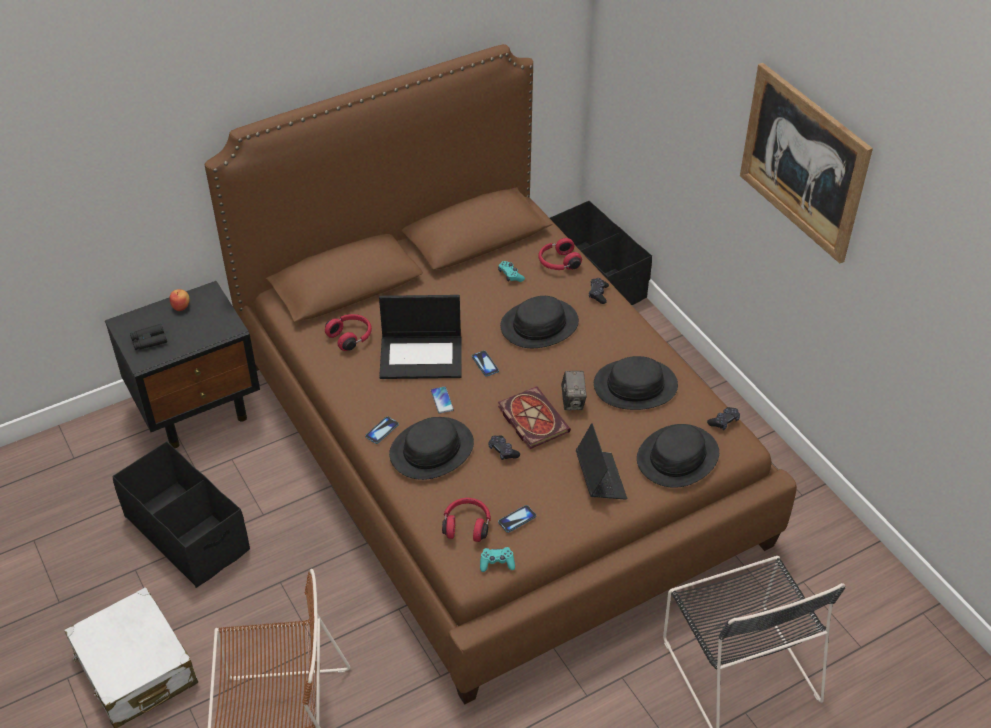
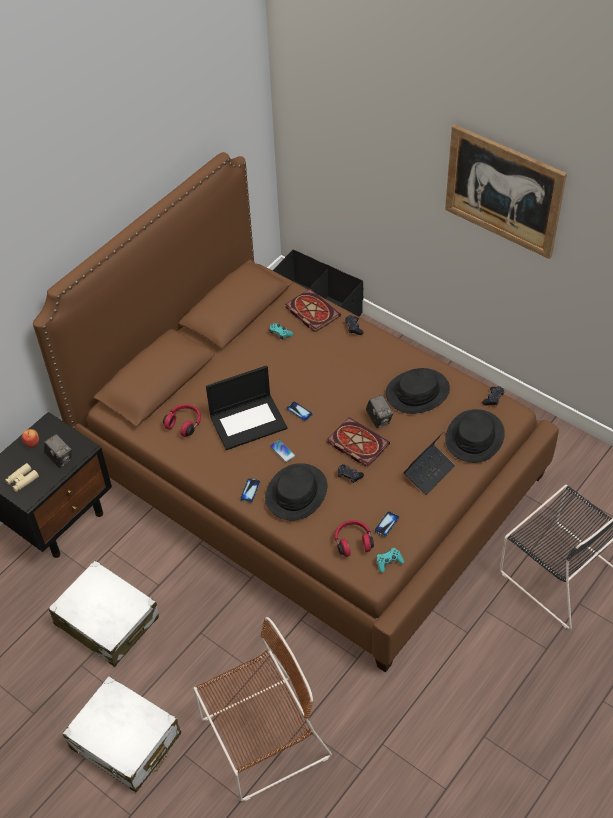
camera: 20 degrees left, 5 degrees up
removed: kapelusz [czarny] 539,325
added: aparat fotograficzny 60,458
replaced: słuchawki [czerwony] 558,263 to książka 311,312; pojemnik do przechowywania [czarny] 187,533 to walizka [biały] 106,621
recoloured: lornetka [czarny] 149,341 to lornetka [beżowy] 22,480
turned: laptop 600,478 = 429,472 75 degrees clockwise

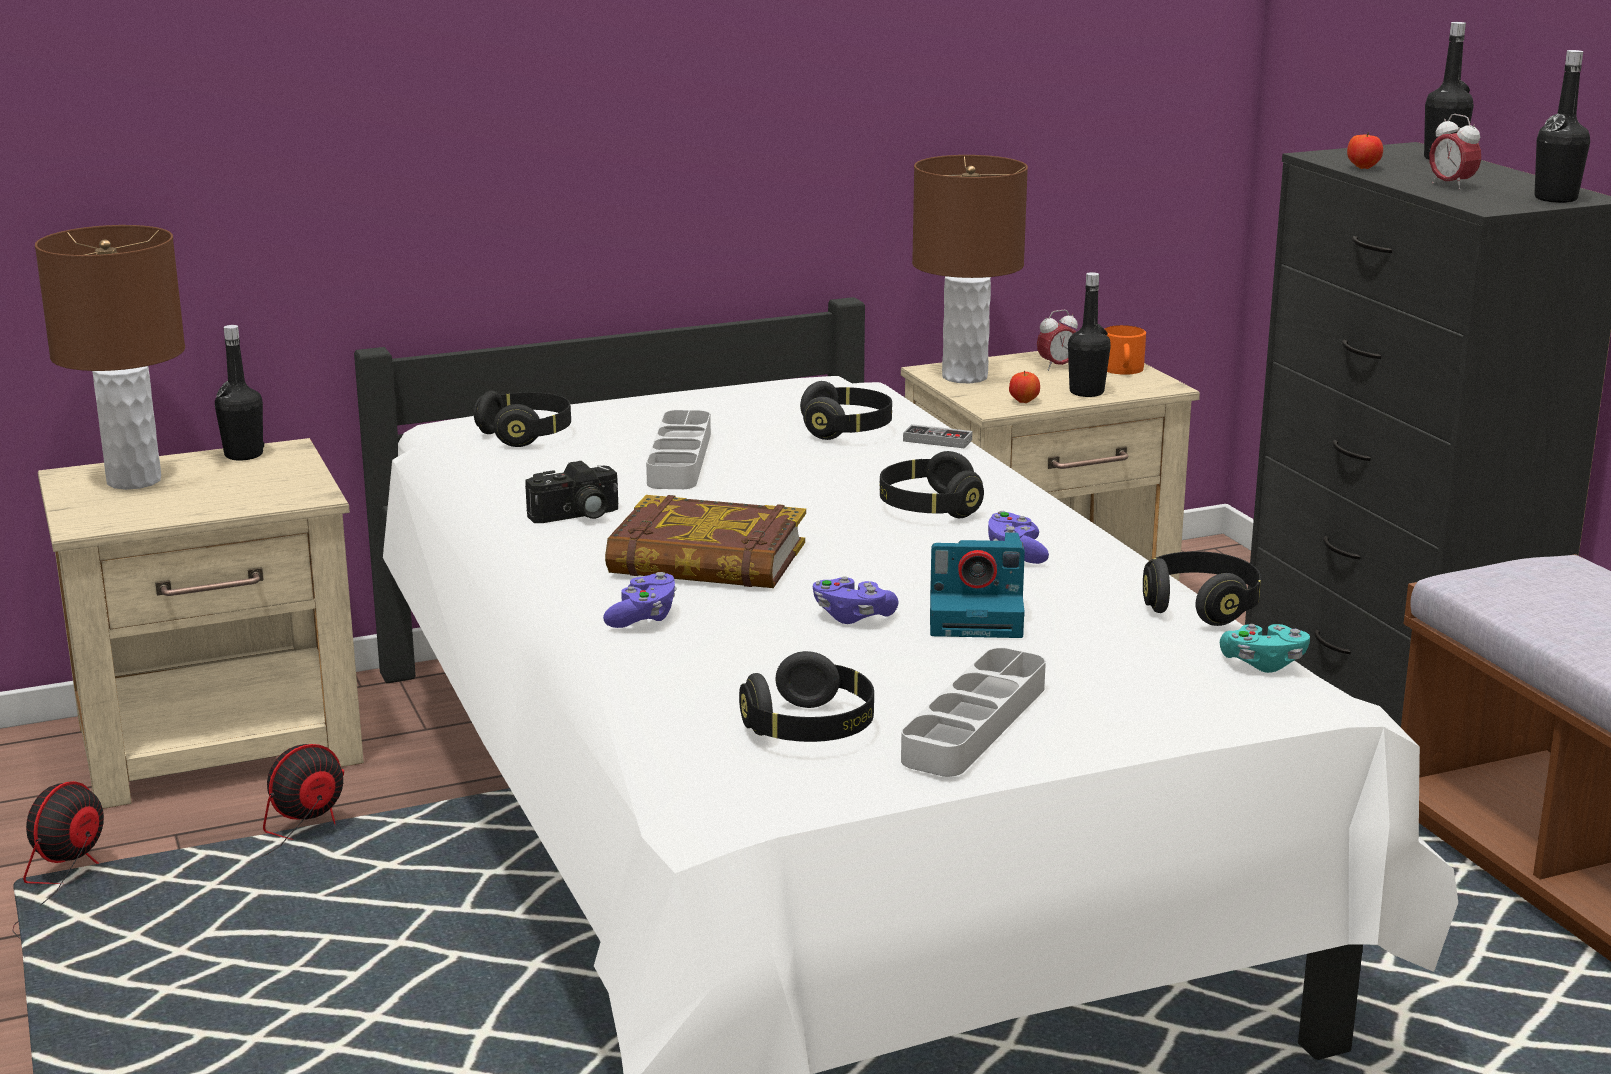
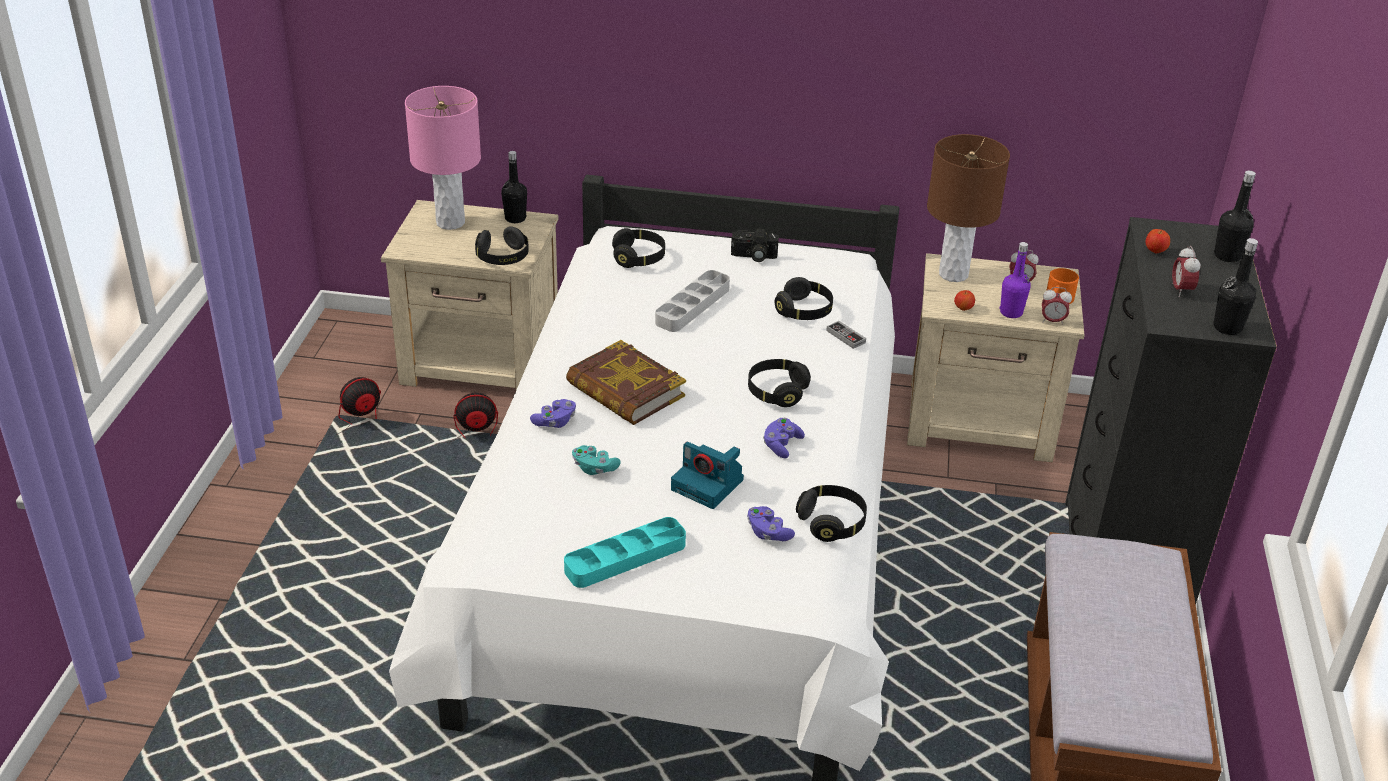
camera: 30 degrees right, 15 degrees up
added: budzik 1052,321
moved: aparat fotograficzny 576,516 to 753,256; pad do gier [fioletowy] 852,616 to 768,533; pad do gier [turkusowy] 1263,664 to 594,468; słuchawki [czarny] 810,729 to 502,257
recoloured: lampa stołowa [brązowy] 134,480 to lampa stołowa [różowy] 451,222; butelka [czarny] 1086,392 to butelka [fioletowy] 1011,312; taca [szary] 975,723 to taca [turkusowy] 625,557

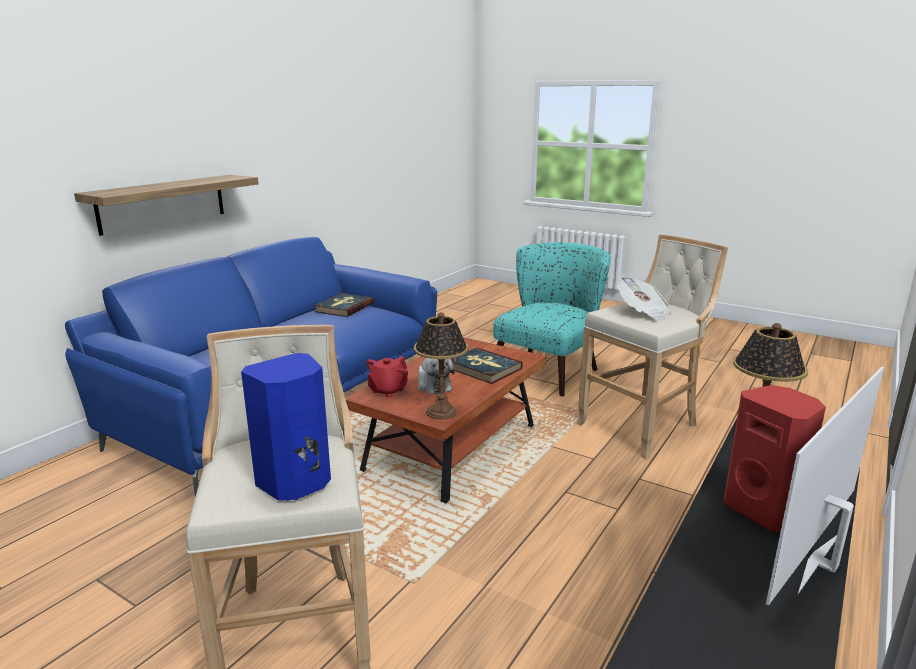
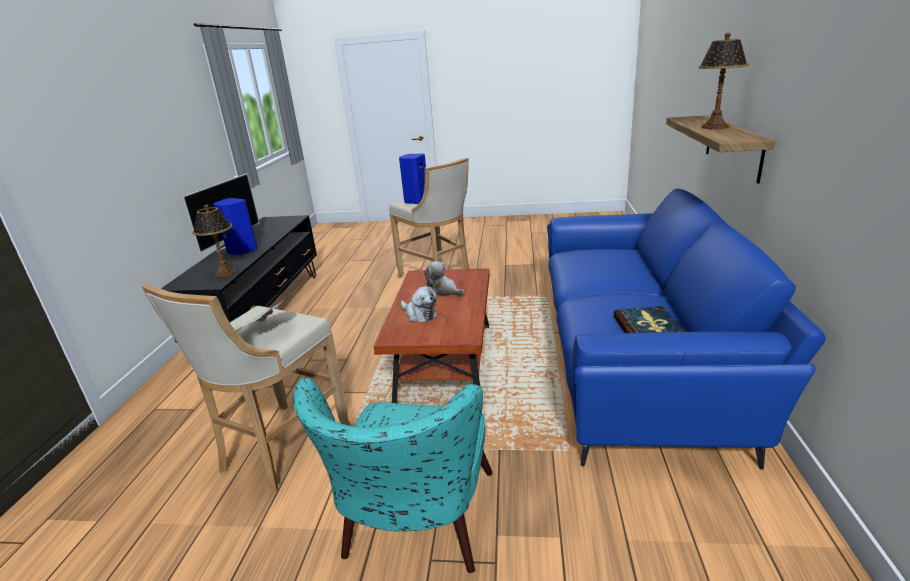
camera: 155 degrees right, 5 degrees up
removed: imbryk [czerwony] 387,390
moved: lampa stołowa 442,412 to 714,127
replaced: książka 484,368 to pluszak 419,314
recoloured: głośnik [czerwony] 764,511 to głośnik [niebieski] 241,251

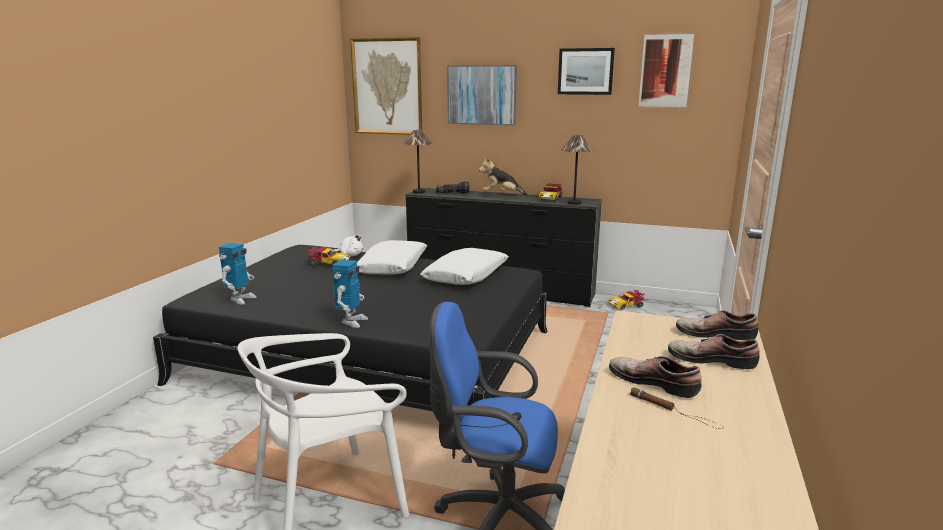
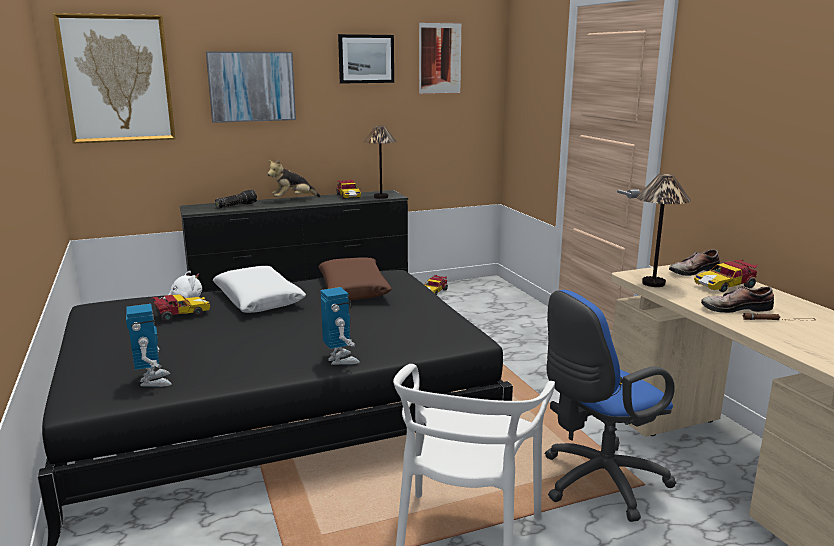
camera: 40 degrees left, 0 degrees up
moved: lampa stołowa 419,192 to 654,283
replaced: but 711,359 to samochodzik 725,286
recoloured: poduszka [biały] 466,276 to poduszka [brązowy] 353,289

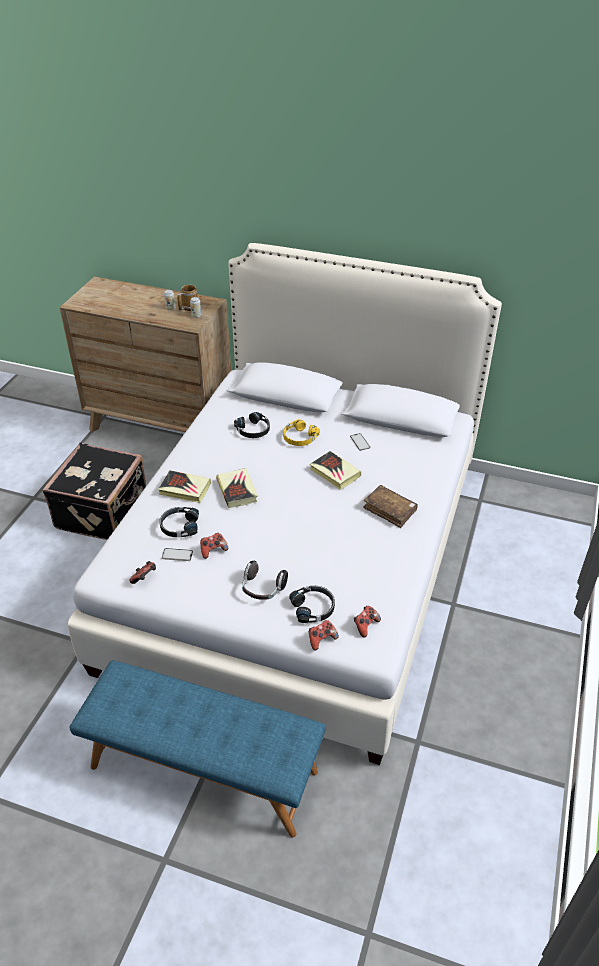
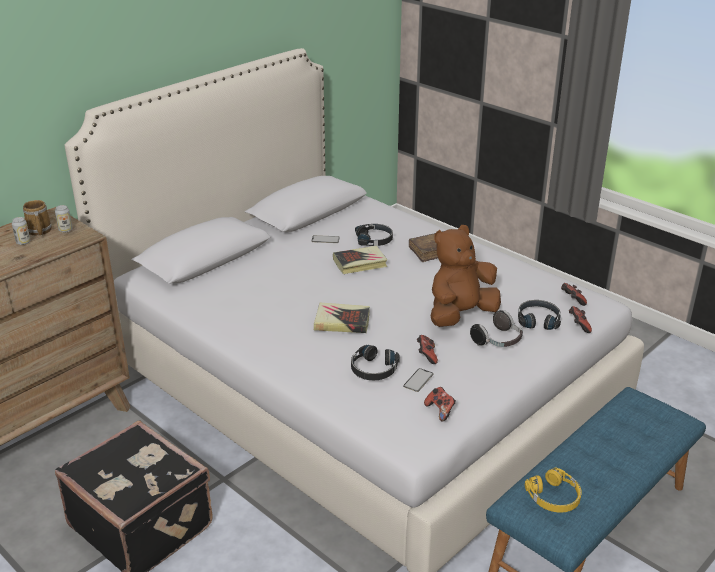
camera: 65 degrees left, 10 degrees down
removed: książka 185,489
added: pluszak [brązowy] 460,315
moved: słuchawki [czarny] 253,430 to 374,240; słuchawki [żółty] 299,438 to 554,497

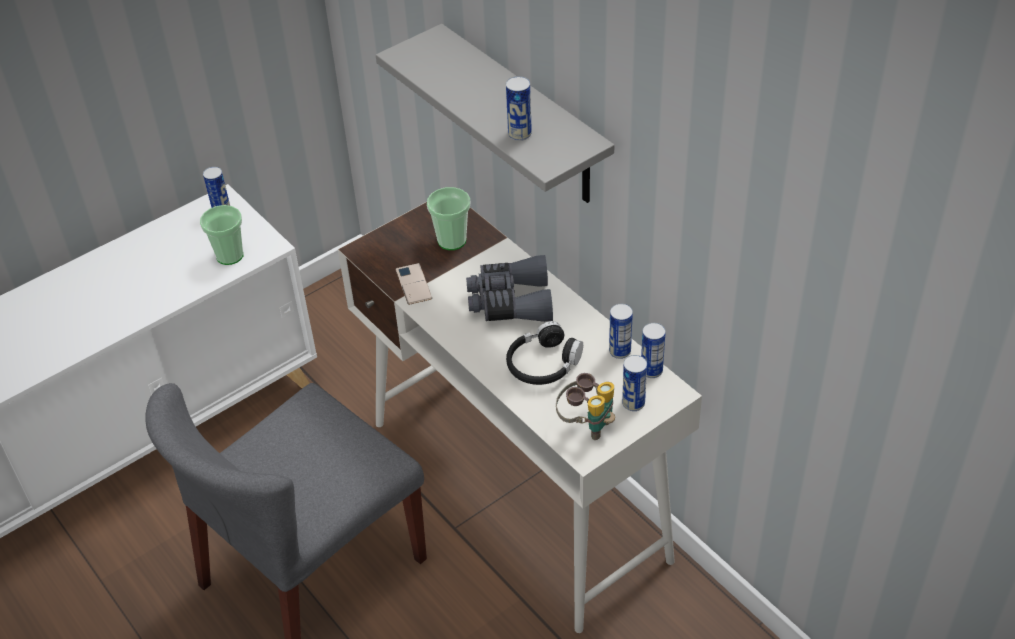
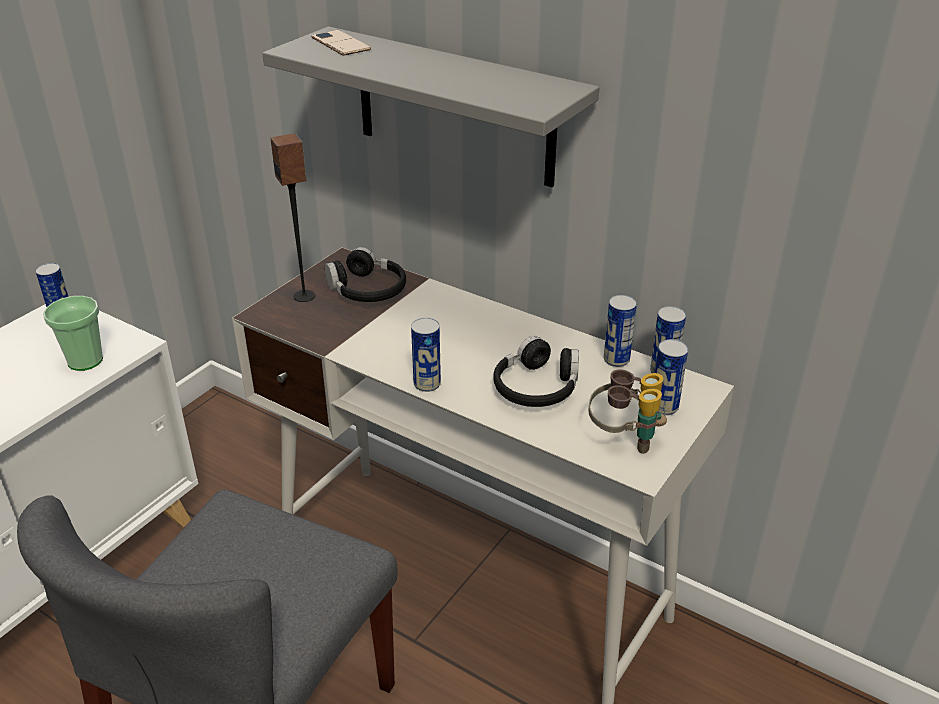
camera: 20 degrees left, 10 degrees down
removed: lornetka [szary] 510,301
added: głośnik 305,296
moved: puszka 519,134 to 427,384; telefon 413,284 to 340,43
replaced: filiżanka 452,240 to słuchawki [czarny] 367,289

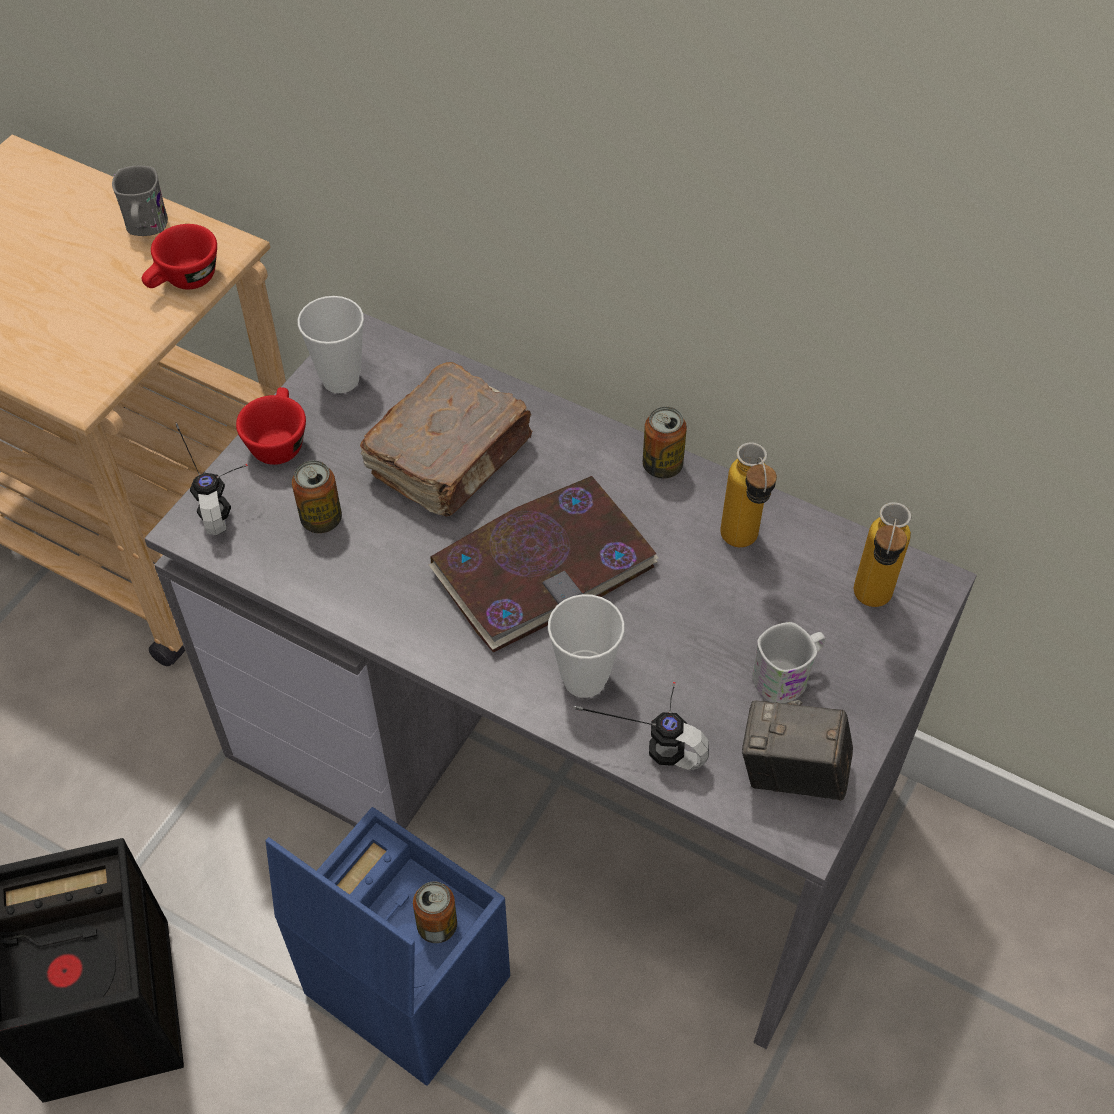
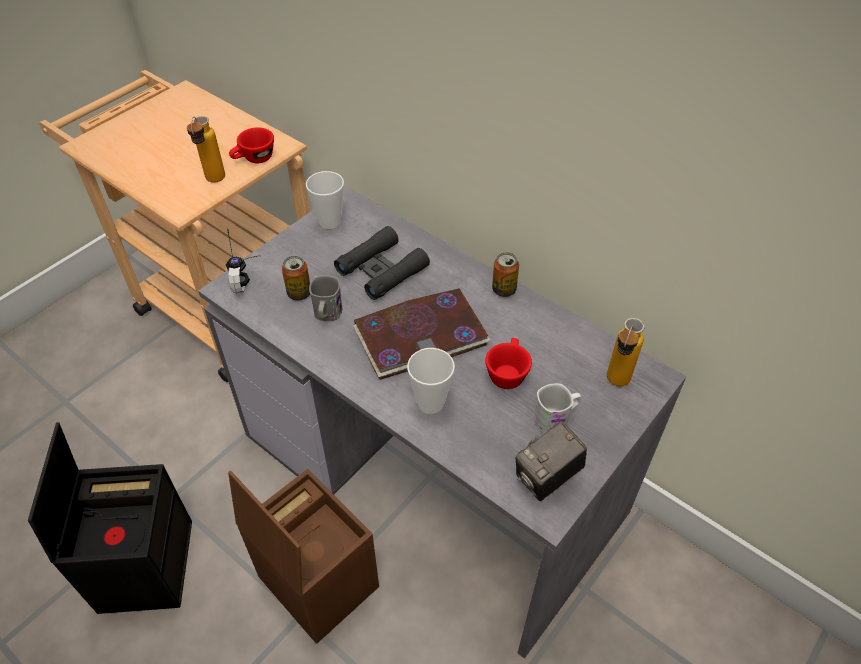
camera: 10 degrees right, 5 degrees down
removed: słuchawki 648,735; puszka 437,925
moved: kubek [szary] 146,228 to 327,315; filiżanka [czerwony] 278,440 to 507,372; butelka 742,547 to 213,182
replaced: książka [brązowy] 451,457 to lornetka [czarny] 382,270
recoloured: pojemnik do przechowywania [niebieski] 403,985 to pojemnik do przechowywania [brązowy] 315,581
turned: aparat fotograficzny 791,774 = 547,478 60 degrees counterclockwise

